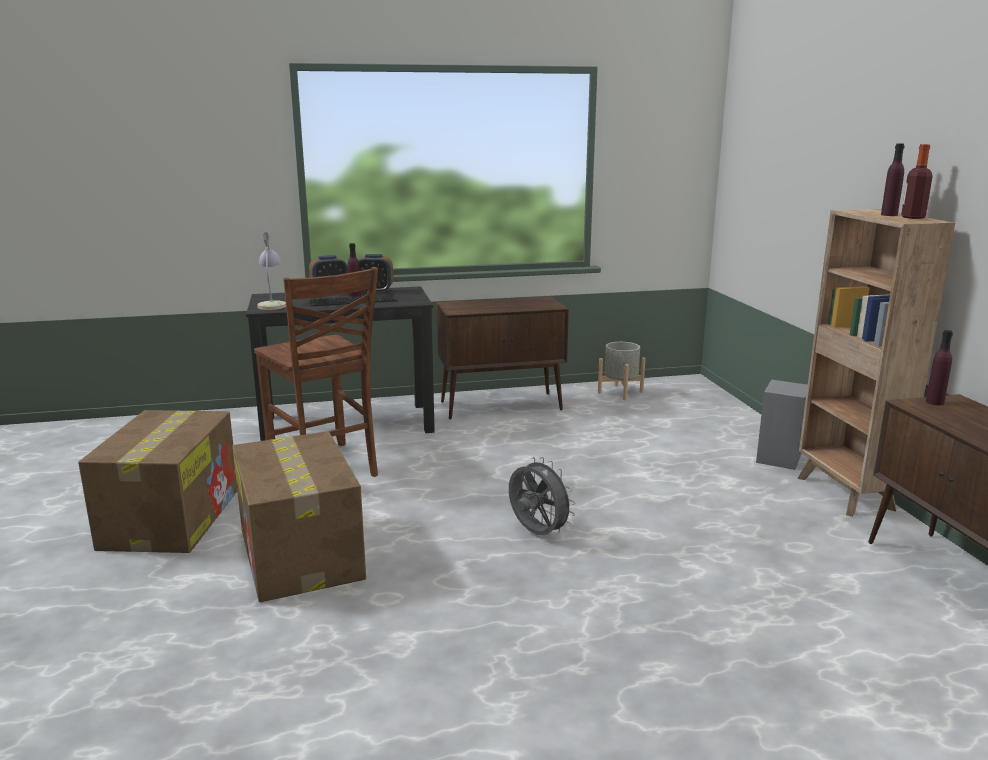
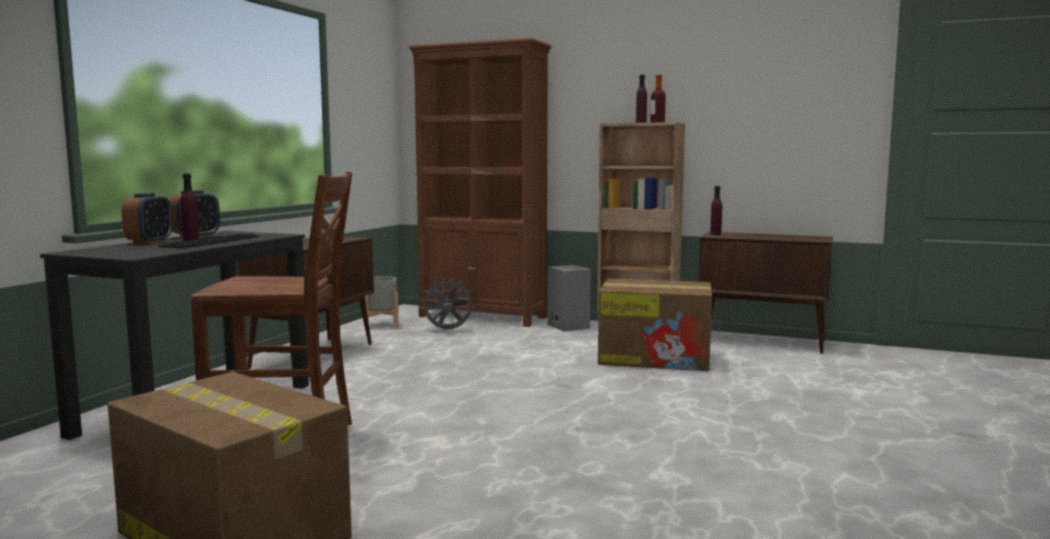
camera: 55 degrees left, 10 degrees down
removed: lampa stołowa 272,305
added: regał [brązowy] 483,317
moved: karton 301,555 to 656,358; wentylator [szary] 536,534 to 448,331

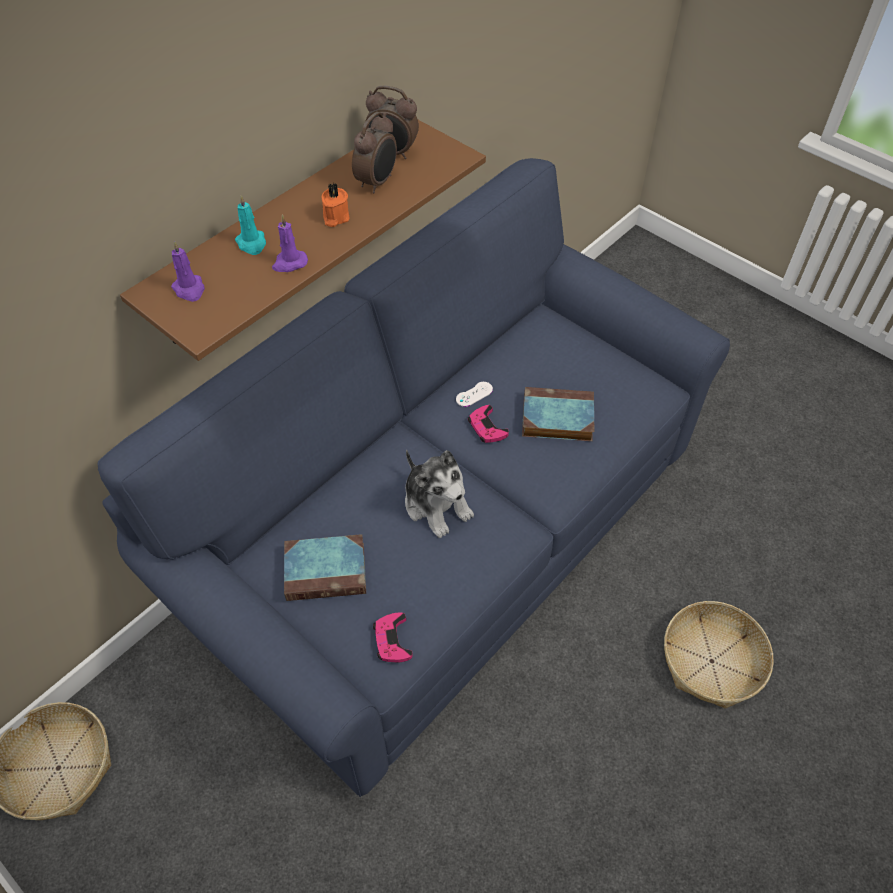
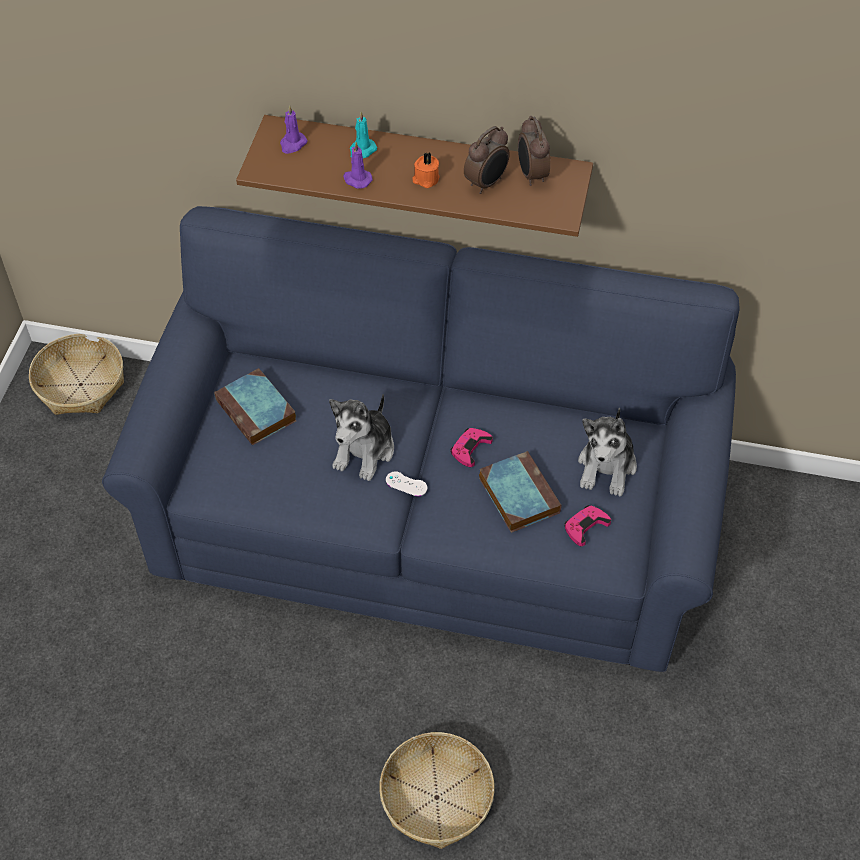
camera: 60 degrees right, 0 degrees up
added: pluszak 607,466
moved: pad do gier [biały] 474,394 to 406,484; pad do gier [różowy] 392,640 to 585,526
turned: budzik 377,182 = 487,183 45 degrees counterclockwise

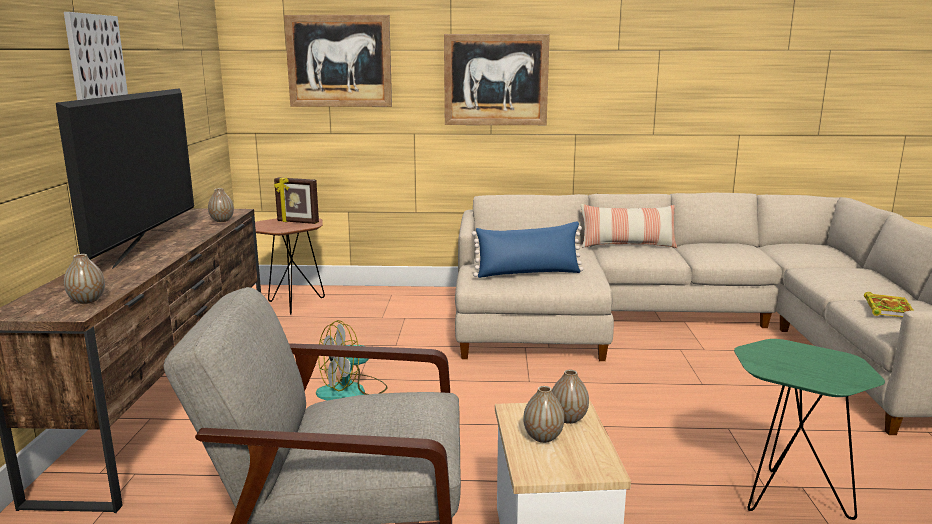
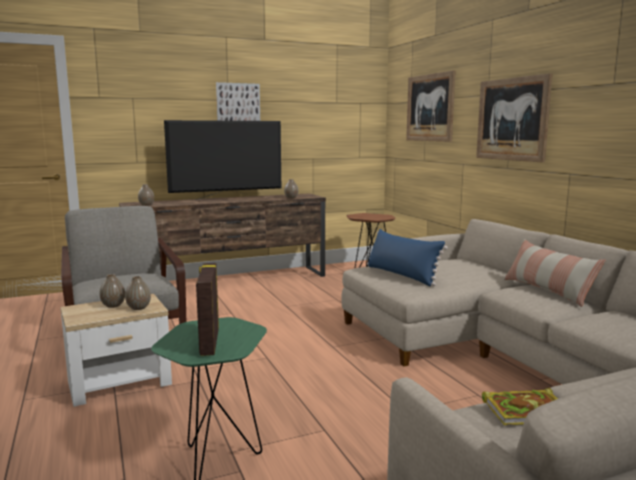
camera: 65 degrees right, 5 degrees down
removed: wentylator 352,391
moved: ramka na zdjęcie 297,222 to 208,342

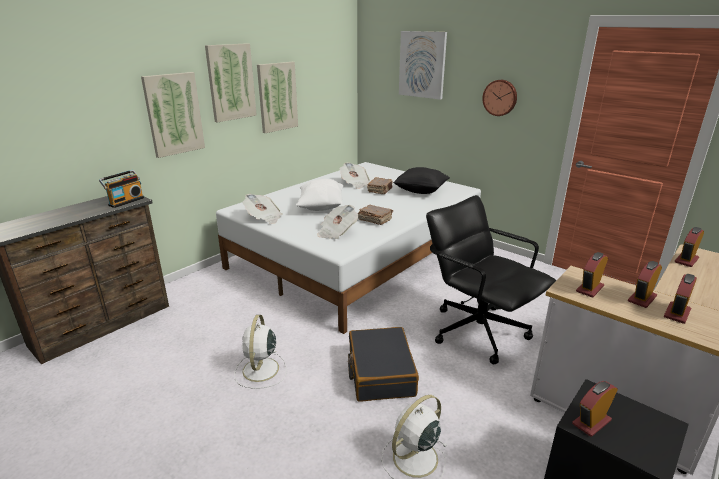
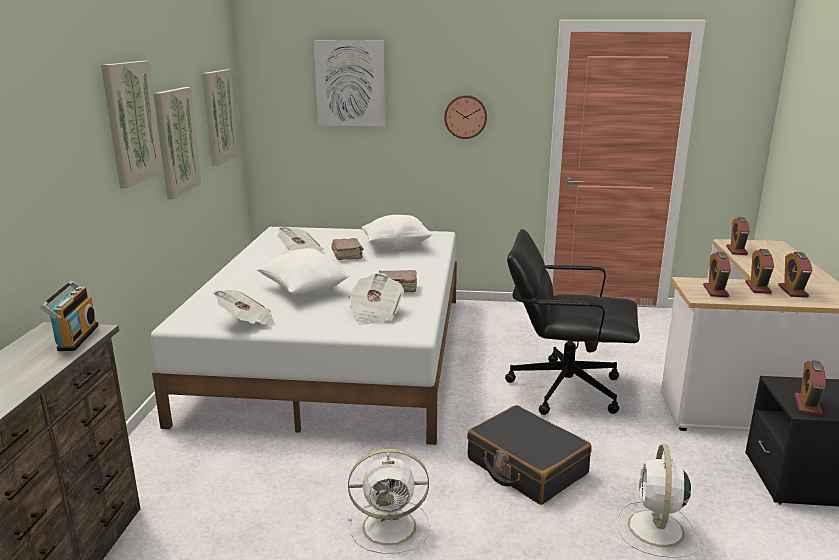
camera: 35 degrees left, 5 degrees down
moved: obraz 174,114 to 218,116
recoloured: poduszka [czarny] 421,191 to poduszka [biały] 396,247
turned: wentylator [biały] 260,370 = 392,526 60 degrees counterclockwise

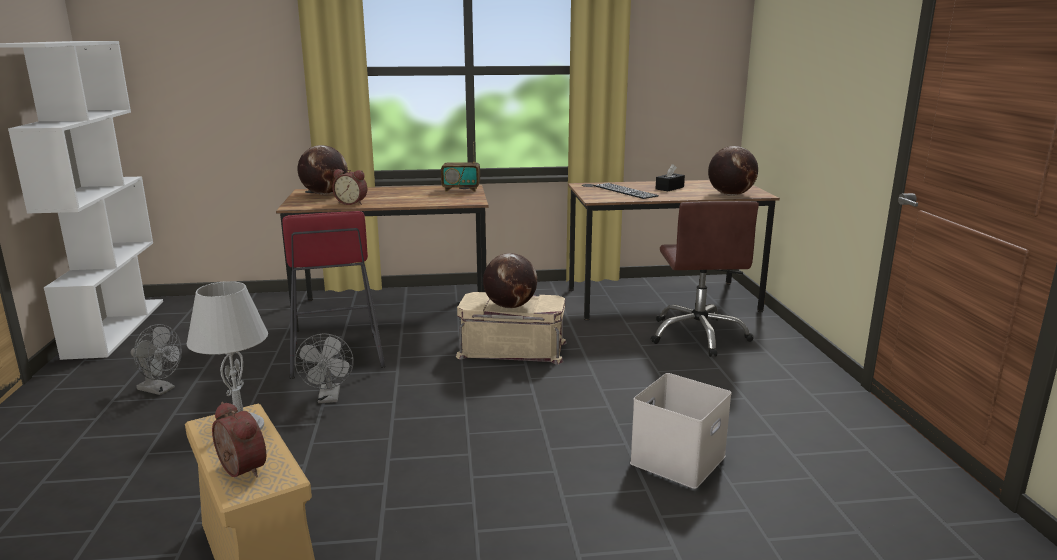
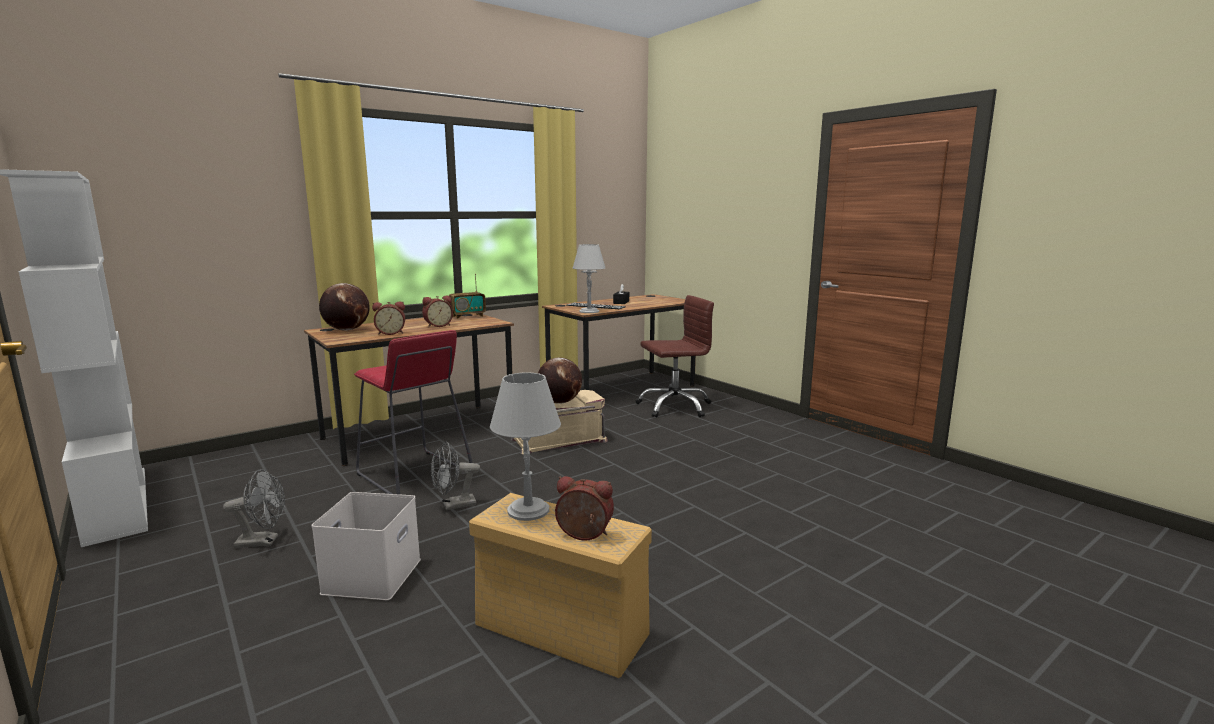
camera: 30 degrees left, 5 degrees down
removed: globus 730,195
added: lampa stołowa [szary] 589,311; budzik 438,325
moved: pojemnik do przechowywania [biały] 678,461 to 373,577
turned: krzesło biurowe [brązowy] 698,335 = 674,406 75 degrees counterclockwise; wentylator [szary] 329,398 = 454,505 105 degrees clockwise

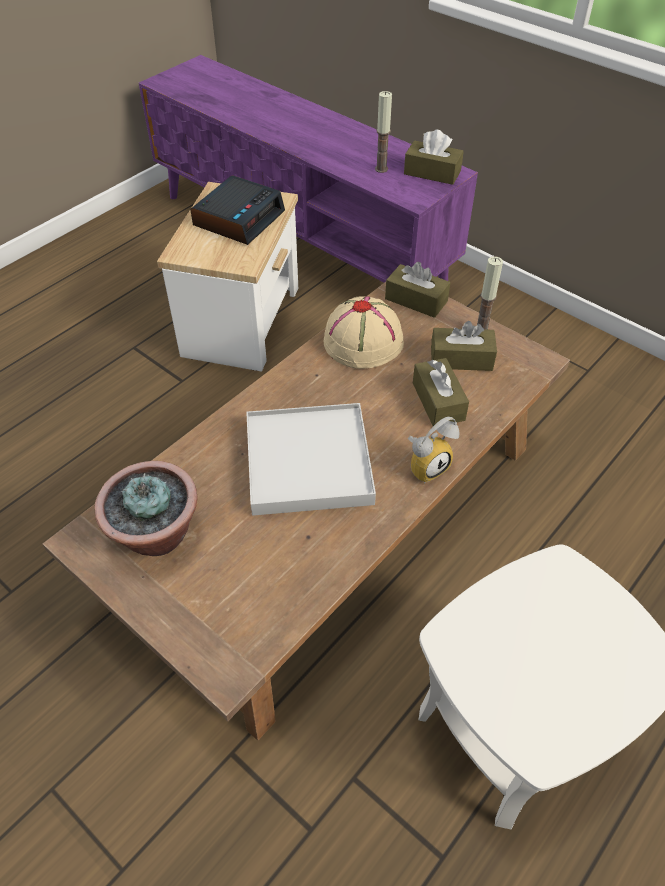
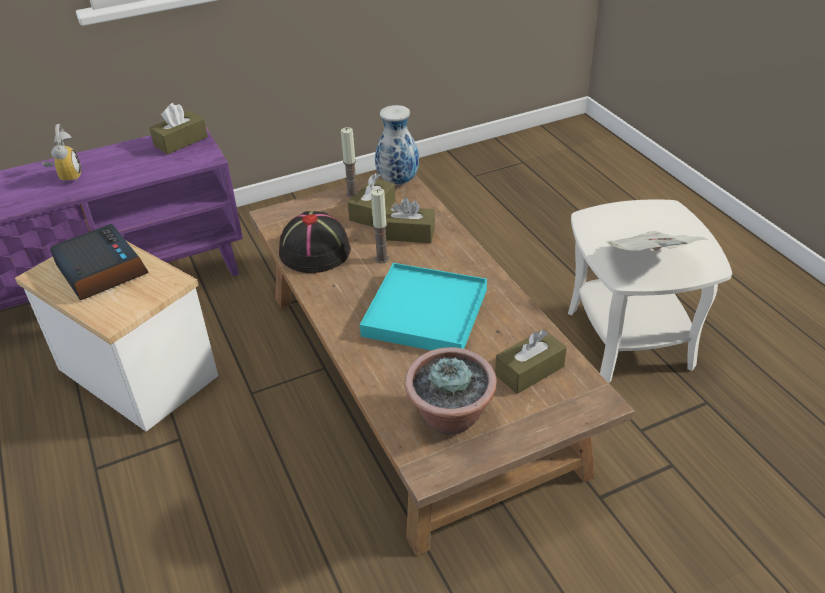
camera: 65 degrees left, 10 degrees down
added: wazon 397,181; gazeta 651,261
moved: świeca 381,169 to 382,259; pudełko chusteczek [brązowy] 416,300 to 529,370; budzik 427,465 to 66,177
recoloured: kapelusz [beżowy] 363,341 to kapelusz [czarny] 315,251; taca [biały] 309,462 to taca [turkusowy] 425,313

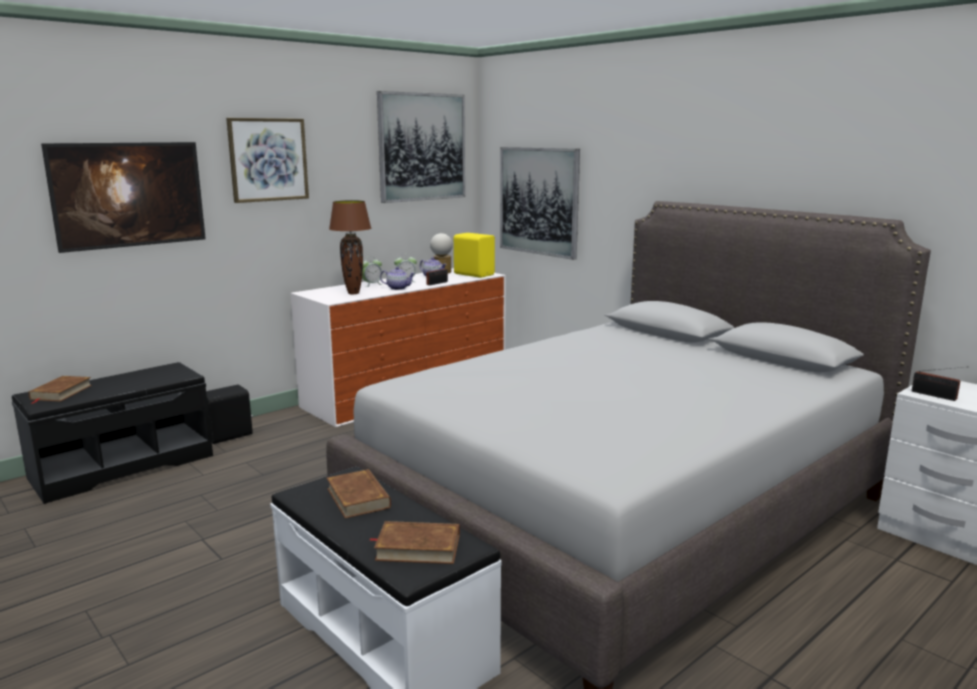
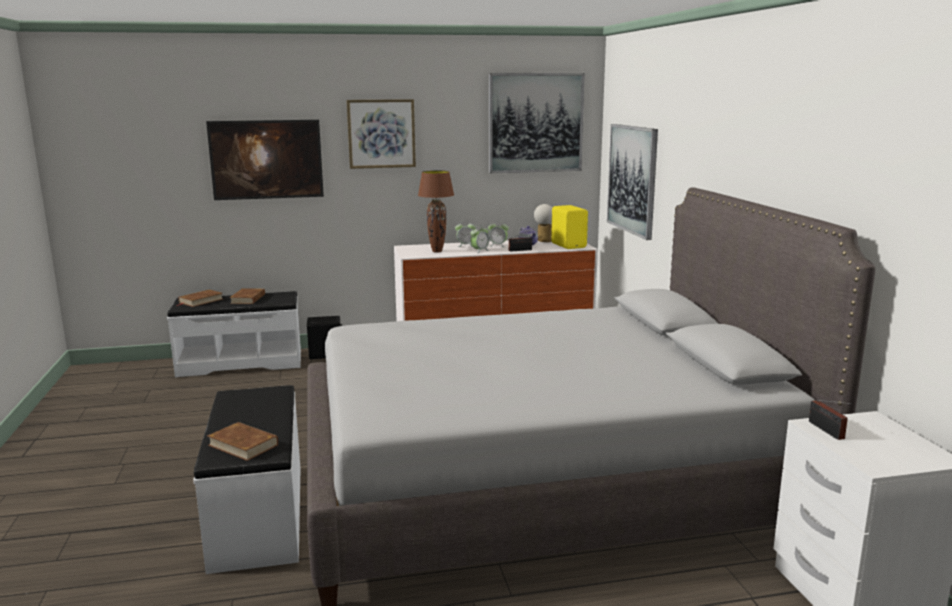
camera: 30 degrees right, 0 degrees up
moved: książka [brązowy] 358,498 to 248,299
replaced: imbryk 398,288 to budzik 480,251
recoloured: ławka [czarny] 122,466 to ławka [biały] 240,363

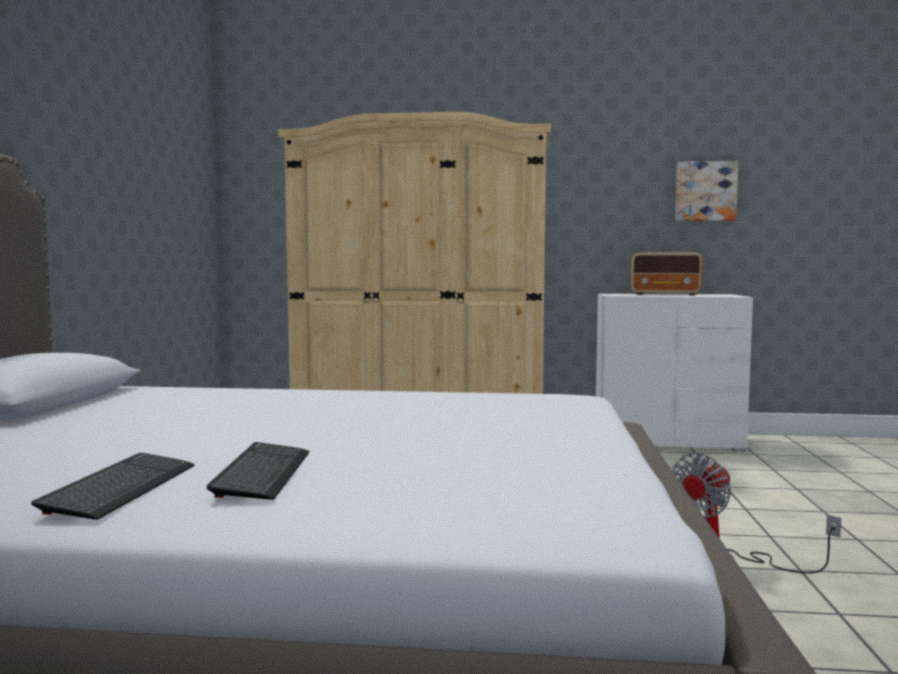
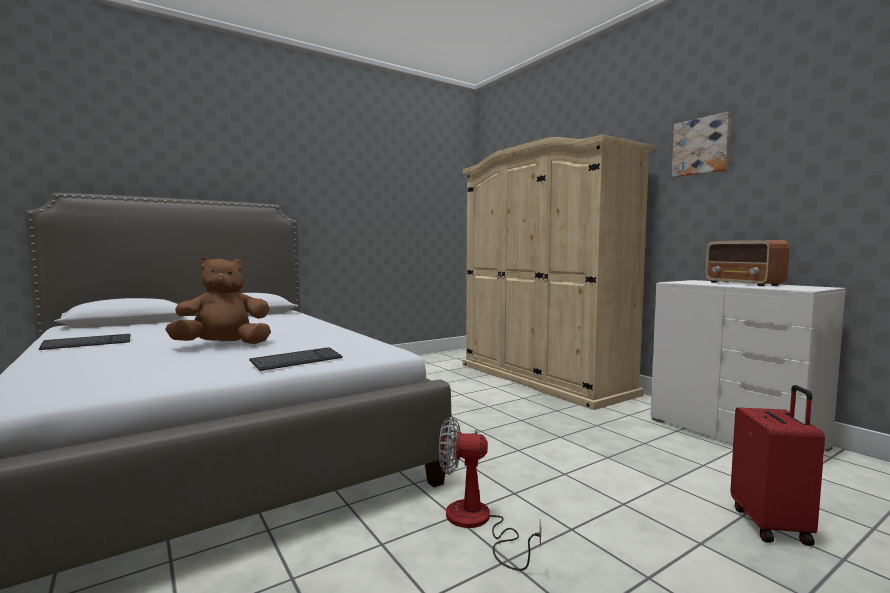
camera: 50 degrees right, 0 degrees up
added: pluszak [brązowy] 224,345; walizka [czerwony] 772,525
moved: obraz 705,191 to 701,146; klawiatura 263,473 to 297,361

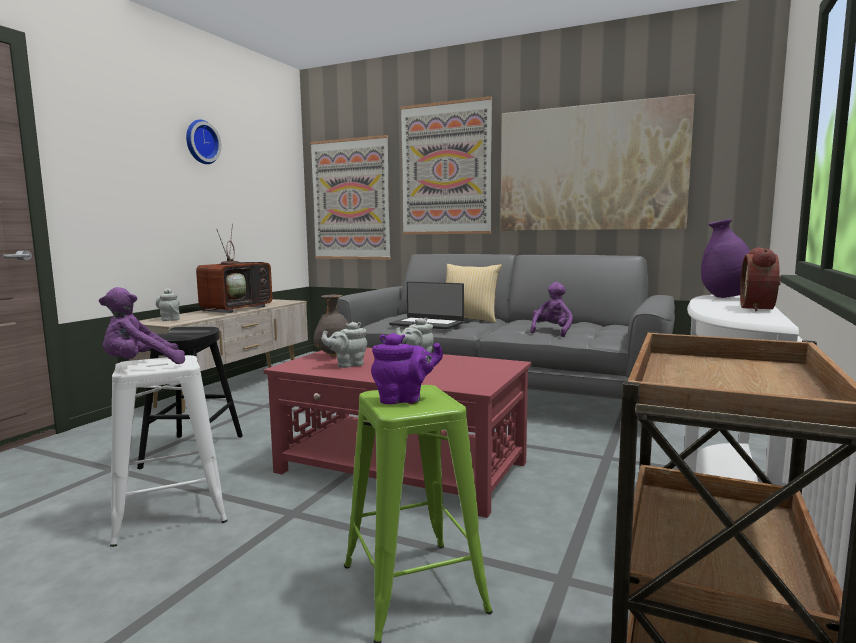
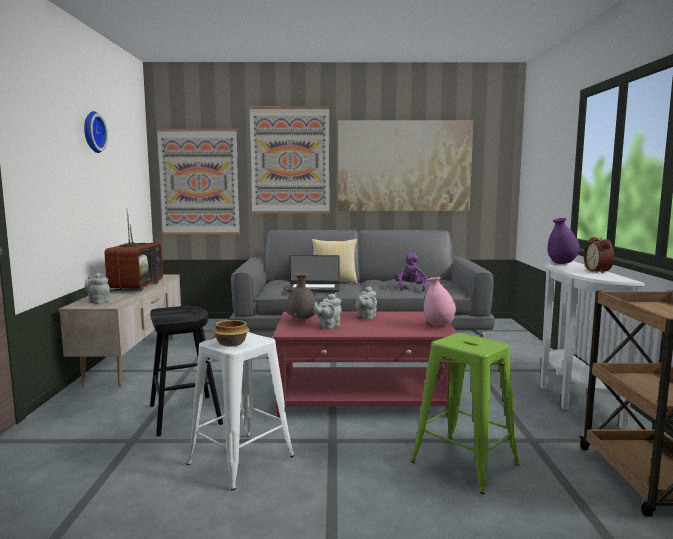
camera: 25 degrees left, 0 degrees up
removed: imbryk [fioletowy] 404,399
added: wazon [różowy] 439,325
replaced: pluszak [fioletowy] 141,366 to miska 230,343

